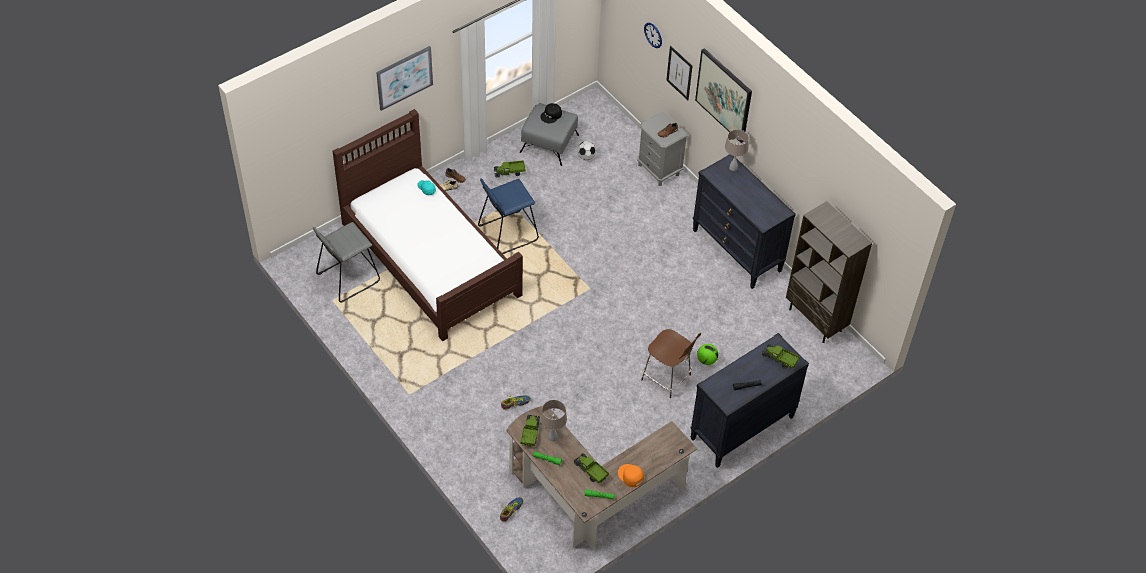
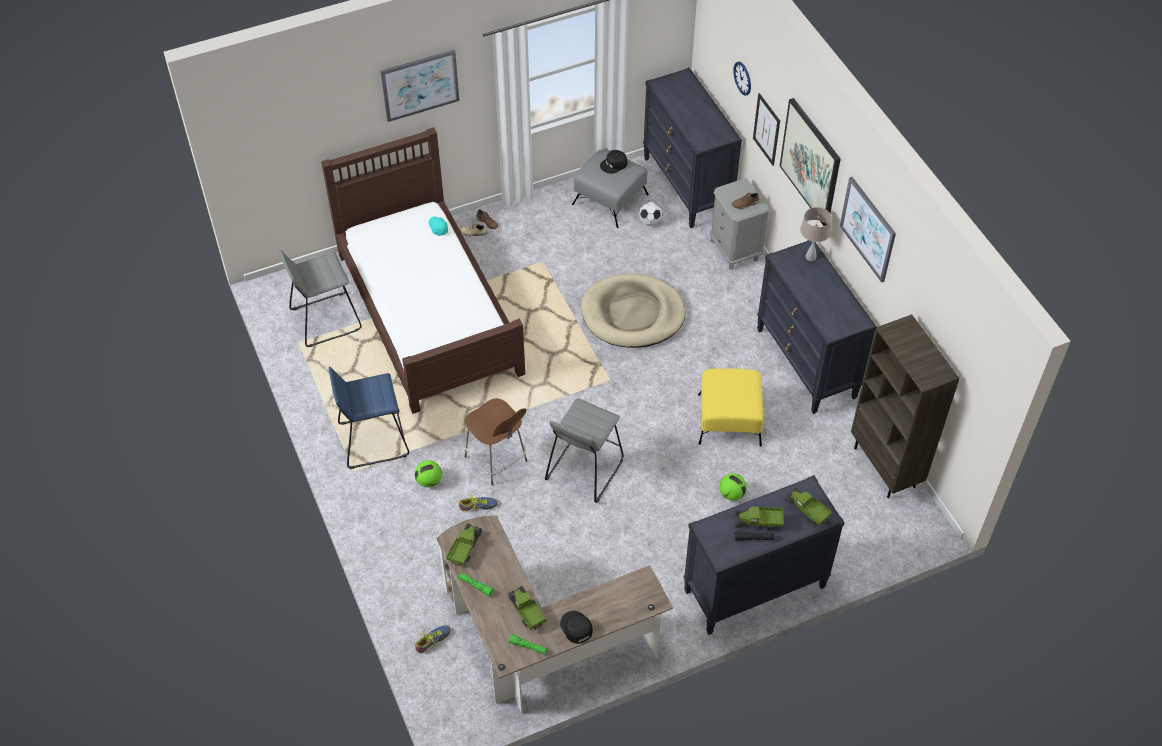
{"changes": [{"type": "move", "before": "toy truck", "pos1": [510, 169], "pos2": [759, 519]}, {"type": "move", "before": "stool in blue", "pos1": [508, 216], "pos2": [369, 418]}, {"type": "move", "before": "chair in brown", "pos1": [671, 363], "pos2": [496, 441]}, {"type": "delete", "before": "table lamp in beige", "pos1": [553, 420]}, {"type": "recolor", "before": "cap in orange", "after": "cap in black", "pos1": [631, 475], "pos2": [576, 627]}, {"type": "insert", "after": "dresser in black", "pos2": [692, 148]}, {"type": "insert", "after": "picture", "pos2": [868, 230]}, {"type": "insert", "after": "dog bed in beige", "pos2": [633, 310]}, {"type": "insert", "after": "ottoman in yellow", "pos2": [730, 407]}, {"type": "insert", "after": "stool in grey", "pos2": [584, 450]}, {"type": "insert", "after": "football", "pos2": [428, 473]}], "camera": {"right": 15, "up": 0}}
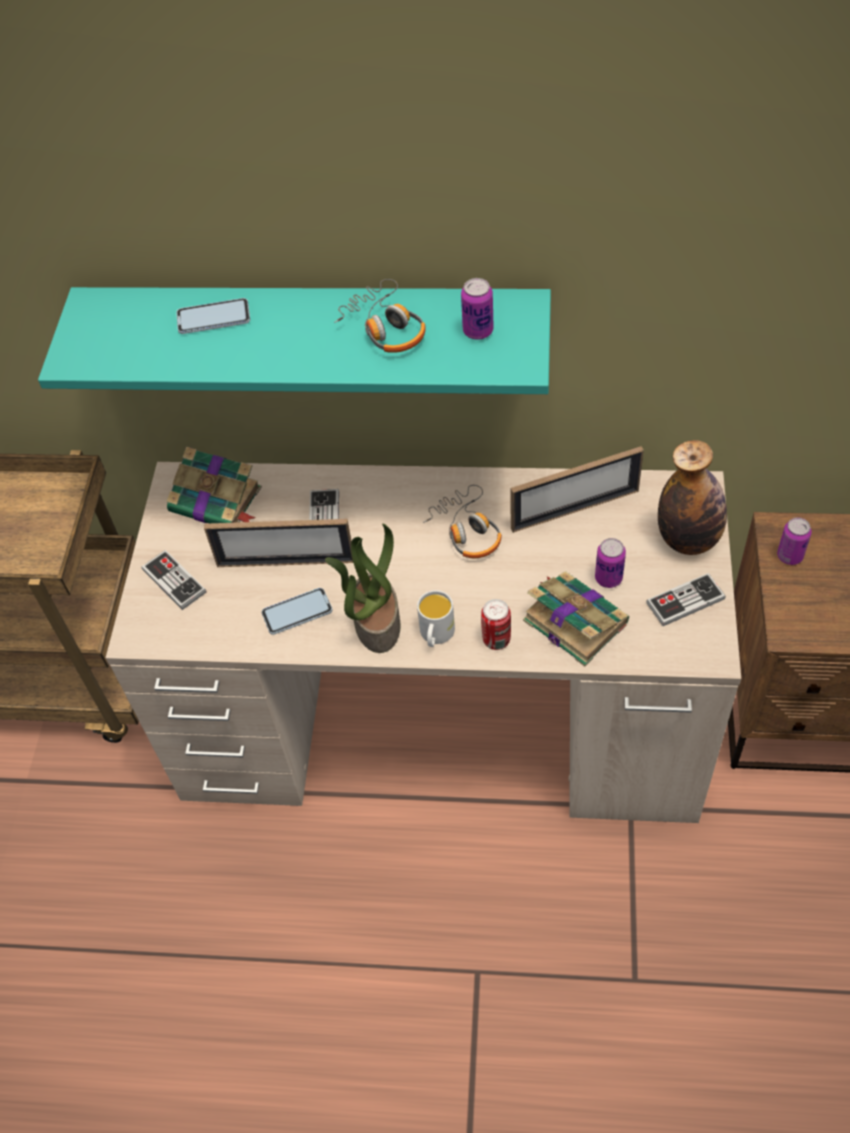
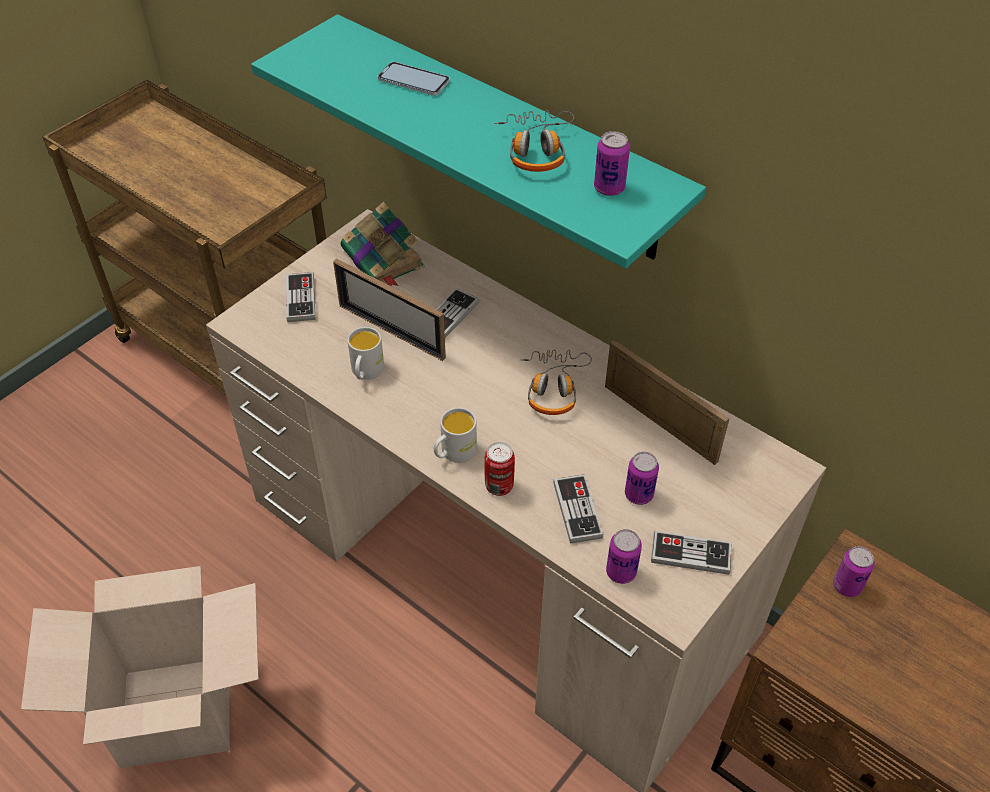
{"changes": [{"type": "delete", "before": "bottle", "pos1": [692, 497]}, {"type": "rotate", "before": "picture frame", "pos1": [577, 489], "pos2": [667, 402], "turn": -150}, {"type": "delete", "before": "potted plant", "pos1": [362, 588]}, {"type": "replace", "before": "book", "after": "game controller", "pos1": [576, 618], "pos2": [578, 509]}, {"type": "replace", "before": "phone", "after": "mug in white", "pos1": [297, 611], "pos2": [365, 353]}, {"type": "insert", "after": "can", "pos2": [624, 556]}, {"type": "insert", "after": "cardboard box", "pos2": [140, 667]}], "camera": {"right": 30, "up": -5}}
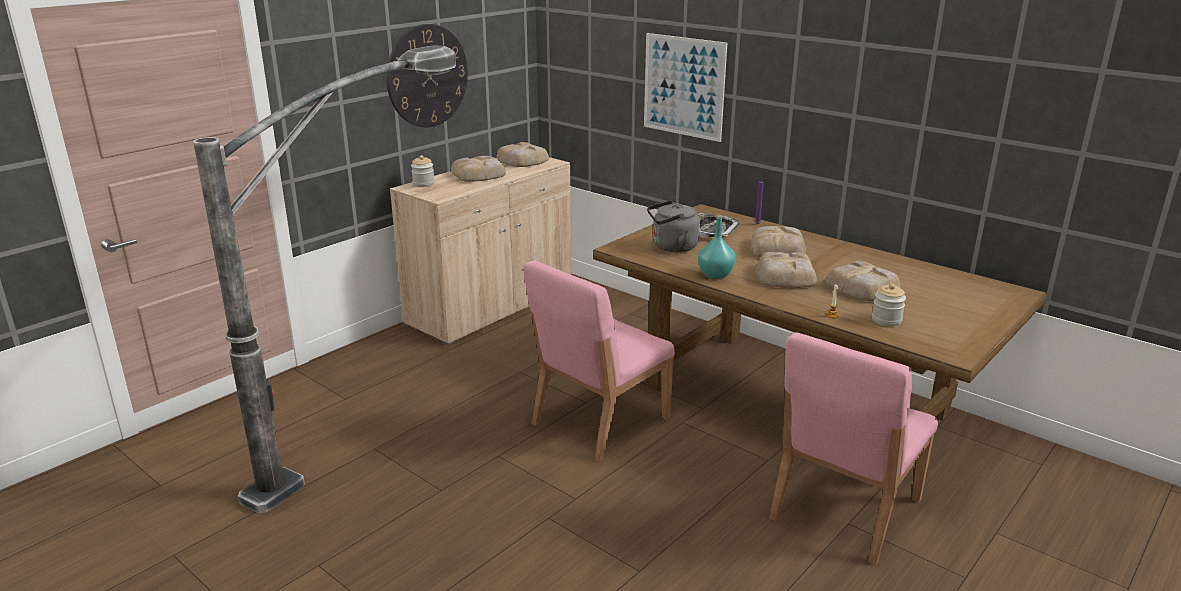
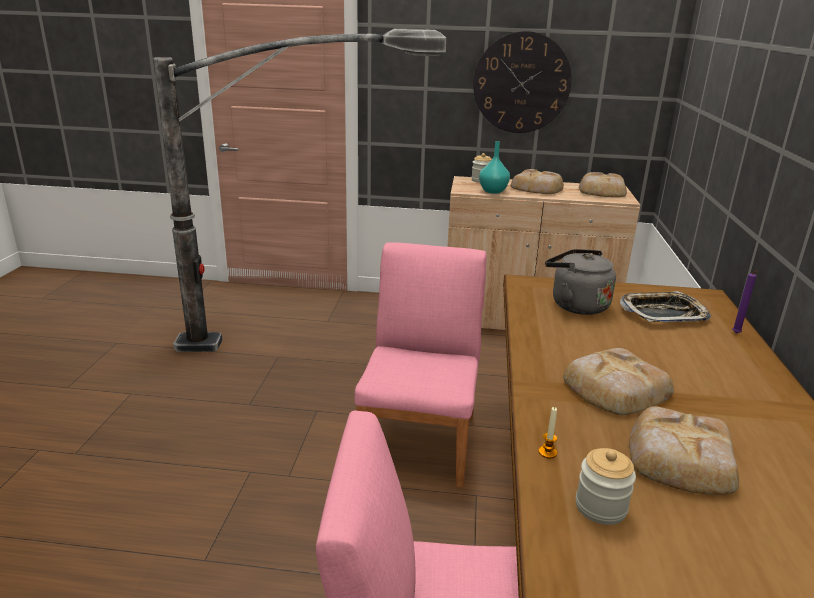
{"changes": [{"type": "delete", "before": "picture", "pos1": [685, 87]}, {"type": "move", "before": "vase in turquoise", "pos1": [717, 248], "pos2": [494, 167]}, {"type": "delete", "before": "bread", "pos1": [778, 241]}, {"type": "rotate", "before": "chair in pink", "pos1": [599, 361], "pos2": [421, 365], "turn": 90}], "camera": {"right": 55, "up": 0}}
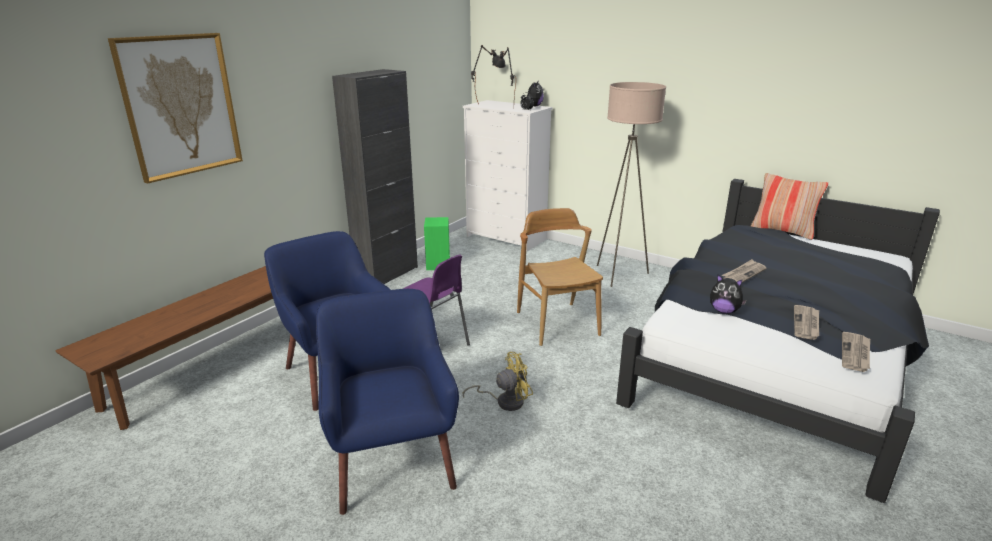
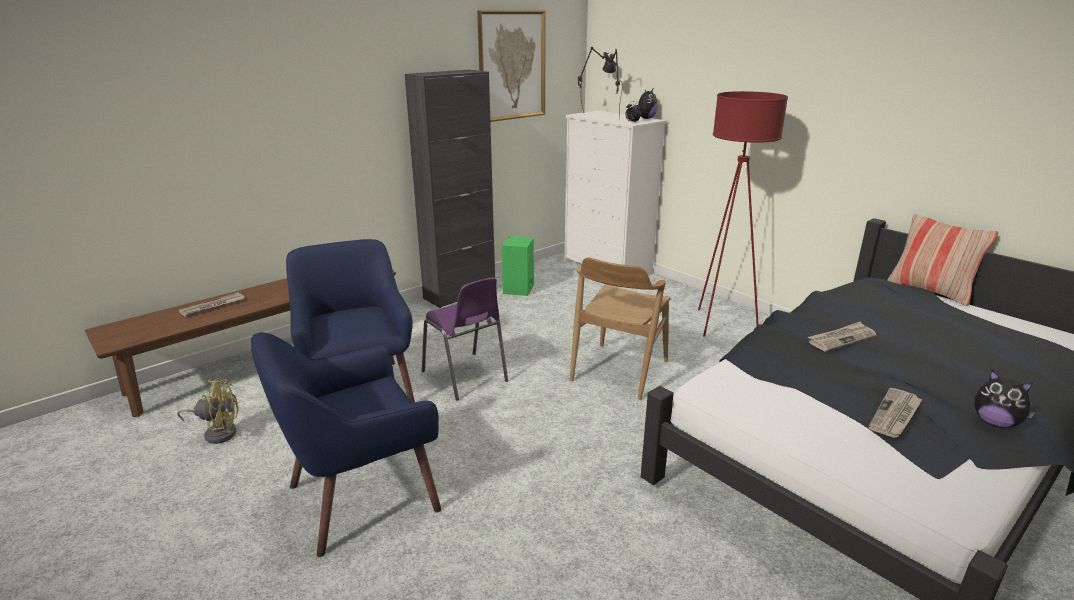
{"changes": [{"type": "move", "before": "picture", "pos1": [175, 108], "pos2": [511, 66]}, {"type": "recolor", "before": "floor lamp in beige", "after": "floor lamp in red", "pos1": [631, 184], "pos2": [743, 213]}, {"type": "rotate", "before": "chair in brown", "pos1": [560, 277], "pos2": [620, 329], "turn": -150}, {"type": "move", "before": "plush toy", "pos1": [728, 294], "pos2": [1005, 399]}, {"type": "rotate", "before": "armchair in blue", "pos1": [387, 402], "pos2": [346, 444], "turn": -120}, {"type": "move", "before": "newspaper", "pos1": [856, 352], "pos2": [212, 304]}, {"type": "move", "before": "fan in yellow", "pos1": [497, 381], "pos2": [207, 411]}], "camera": {"right": 15, "up": 0}}
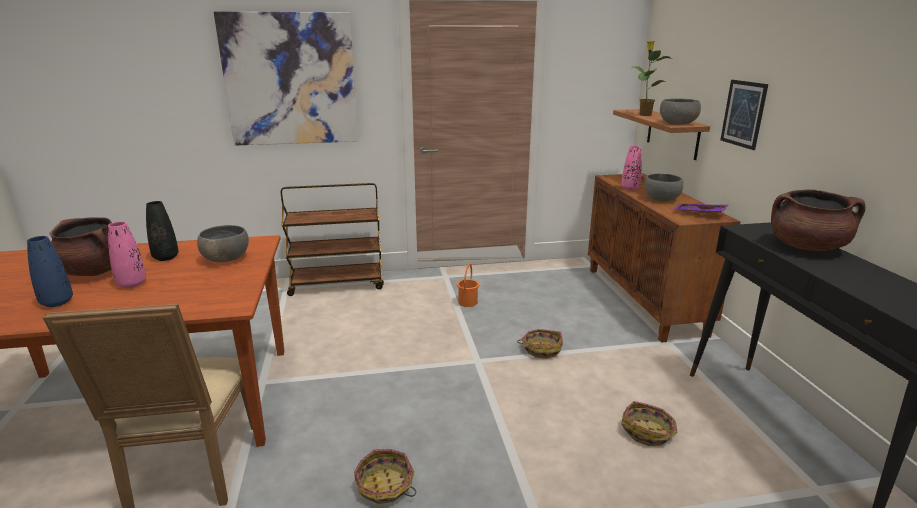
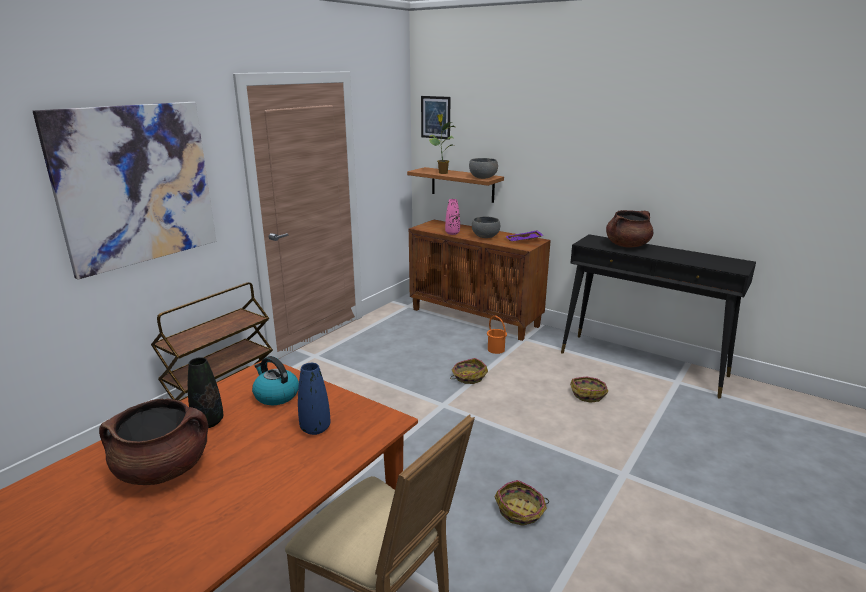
{"changes": [{"type": "move", "before": "picture", "pos1": [744, 115], "pos2": [435, 118]}, {"type": "delete", "before": "vase in pink", "pos1": [127, 255]}, {"type": "replace", "before": "bowl in grey", "after": "kettle", "pos1": [223, 243], "pos2": [275, 380]}, {"type": "move", "before": "vase in blue", "pos1": [50, 271], "pos2": [314, 399]}, {"type": "move", "before": "bucket in orange", "pos1": [468, 285], "pos2": [497, 335]}], "camera": {"right": -45, "up": 0}}
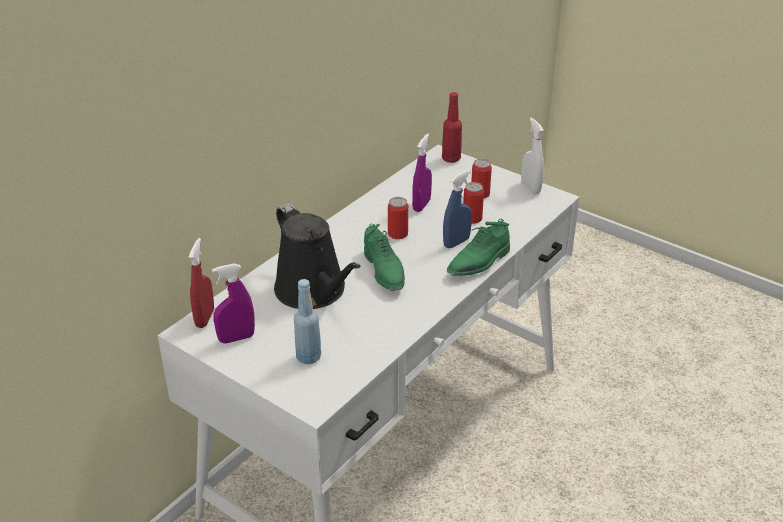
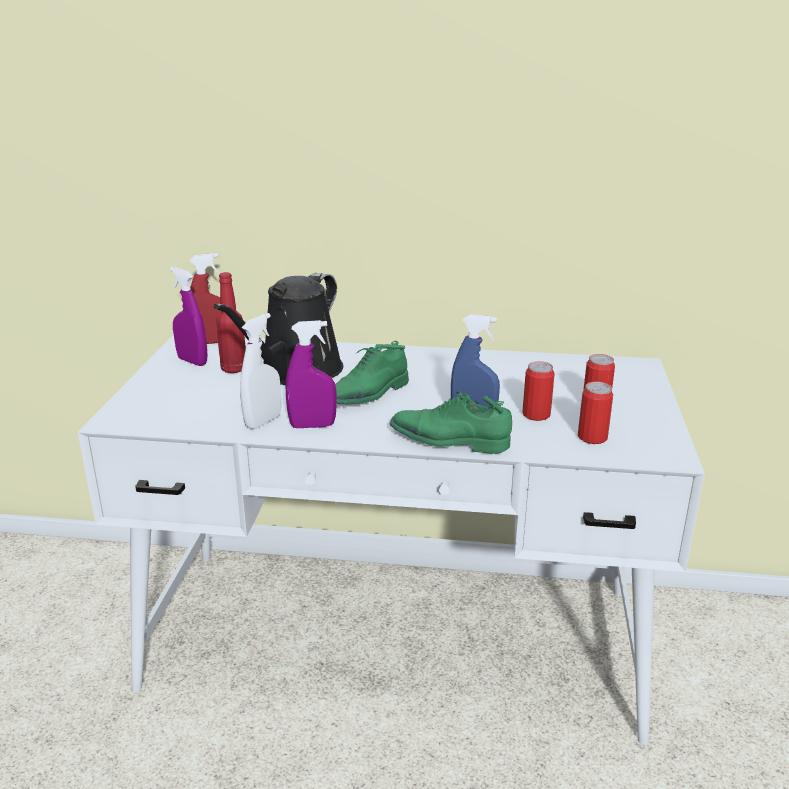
{"changes": [{"type": "move", "before": "bottle in red", "pos1": [452, 127], "pos2": [231, 322]}, {"type": "move", "before": "spray bottle in white", "pos1": [532, 156], "pos2": [260, 371]}, {"type": "move", "before": "spray bottle in purple", "pos1": [422, 172], "pos2": [311, 374]}, {"type": "move", "before": "can", "pos1": [398, 218], "pos2": [595, 413]}, {"type": "delete", "before": "bottle in blue", "pos1": [307, 321]}], "camera": {"right": 60, "up": -10}}
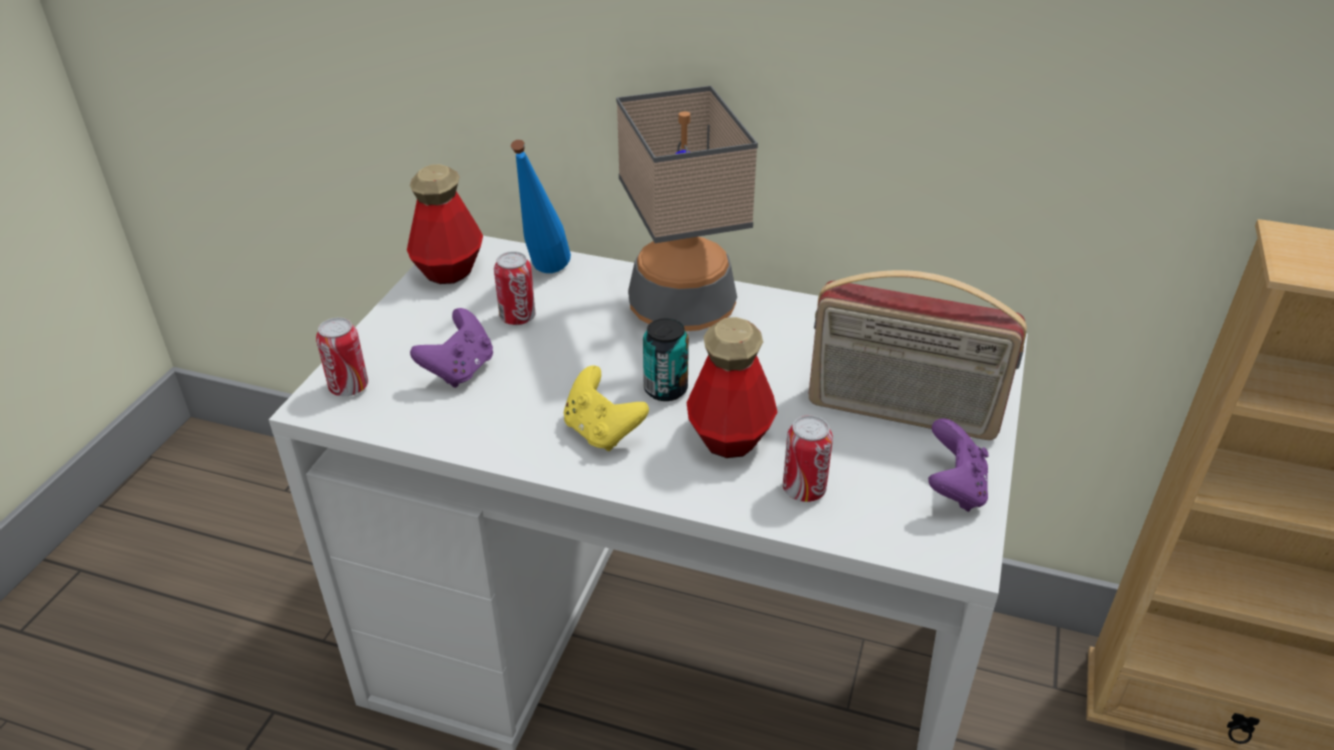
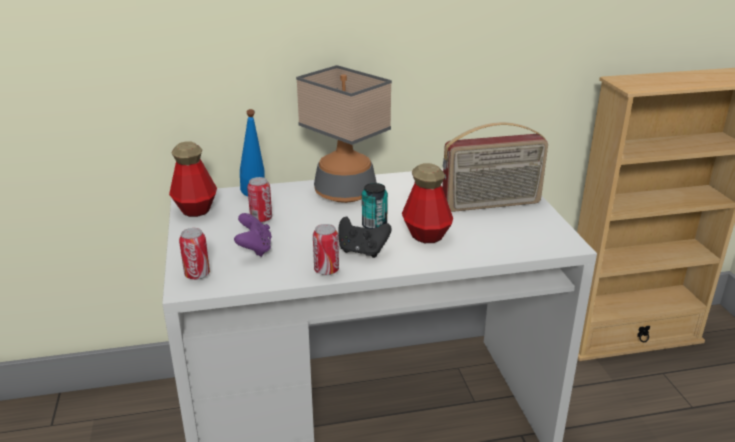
{"changes": [{"type": "recolor", "before": "game controller in yellow", "after": "game controller in black", "pos1": [606, 408], "pos2": [365, 237]}, {"type": "move", "before": "can", "pos1": [808, 458], "pos2": [326, 249]}, {"type": "delete", "before": "game controller in purple", "pos1": [958, 465]}], "camera": {"right": -30, "up": -10}}
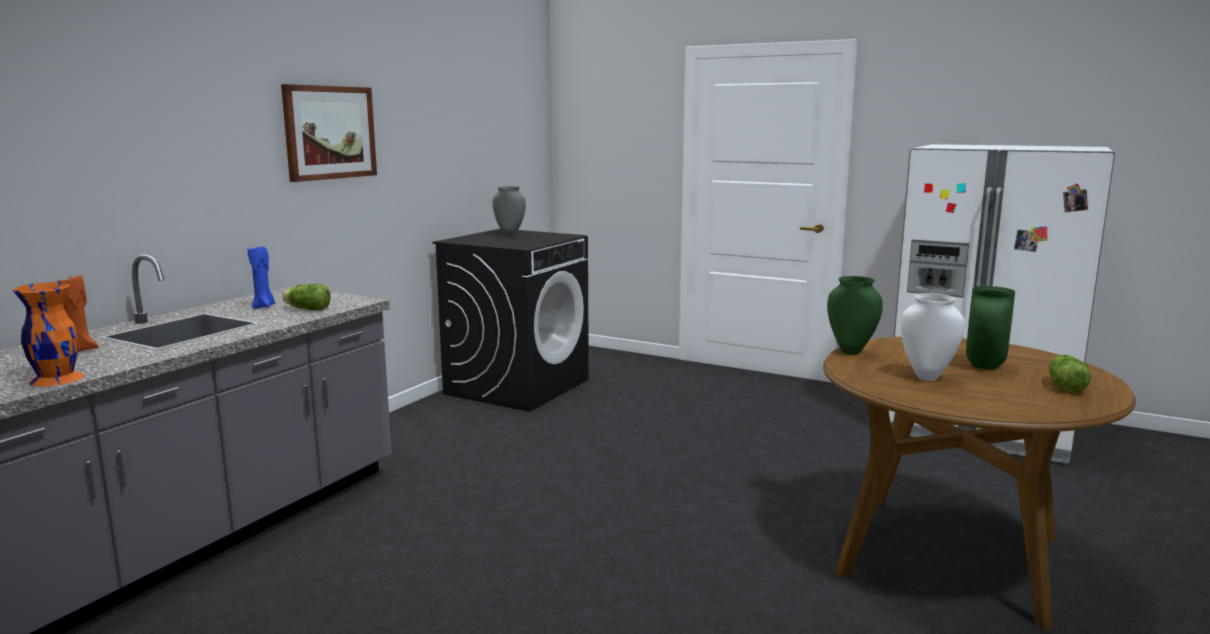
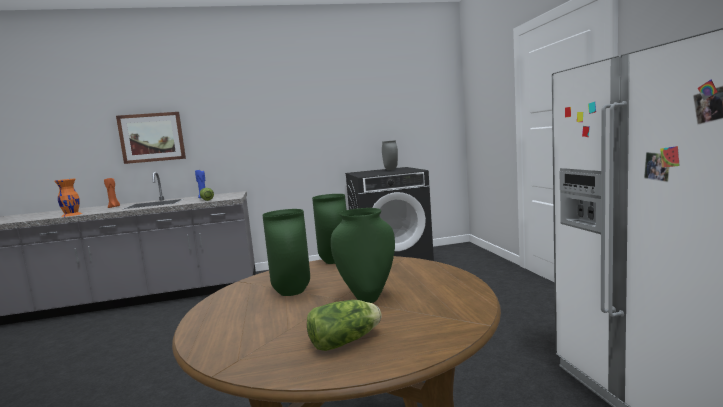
{"changes": [{"type": "move", "before": "picture", "pos1": [329, 133], "pos2": [151, 138]}, {"type": "recolor", "before": "vase in white", "after": "vase in green", "pos1": [932, 337], "pos2": [286, 252]}], "camera": {"right": 50, "up": -5}}
